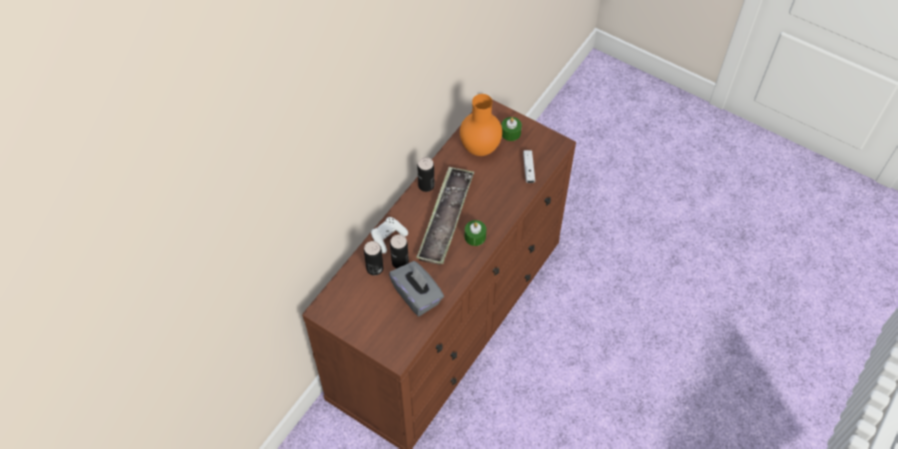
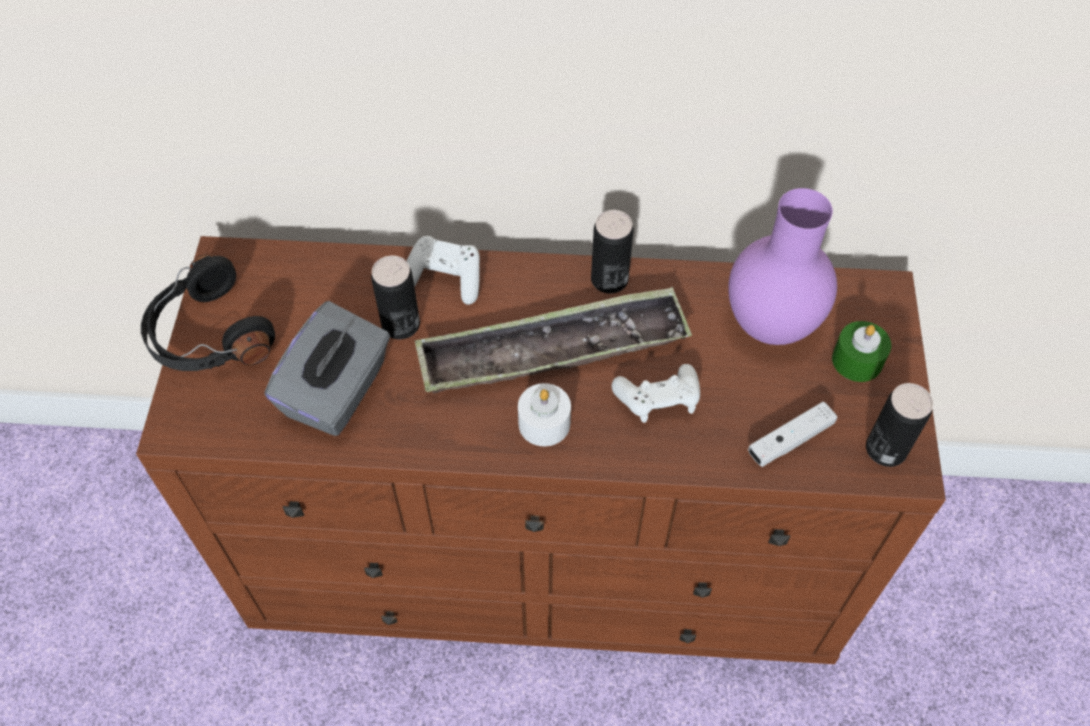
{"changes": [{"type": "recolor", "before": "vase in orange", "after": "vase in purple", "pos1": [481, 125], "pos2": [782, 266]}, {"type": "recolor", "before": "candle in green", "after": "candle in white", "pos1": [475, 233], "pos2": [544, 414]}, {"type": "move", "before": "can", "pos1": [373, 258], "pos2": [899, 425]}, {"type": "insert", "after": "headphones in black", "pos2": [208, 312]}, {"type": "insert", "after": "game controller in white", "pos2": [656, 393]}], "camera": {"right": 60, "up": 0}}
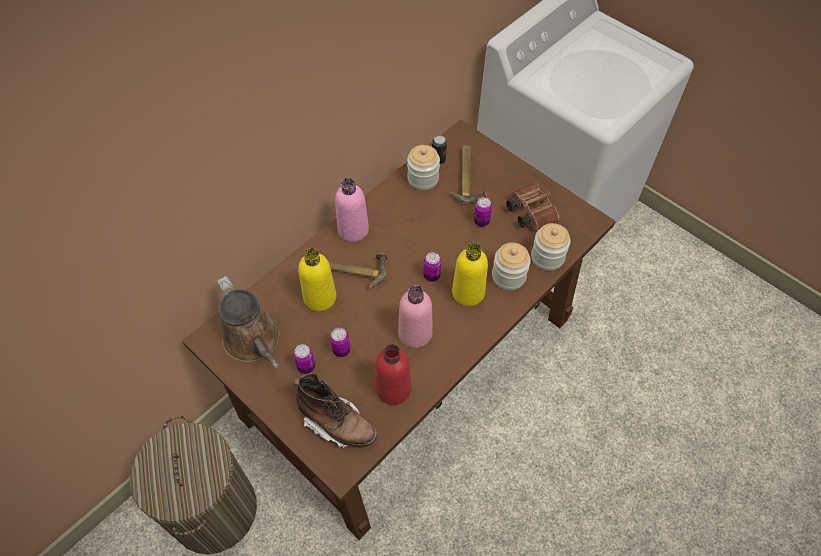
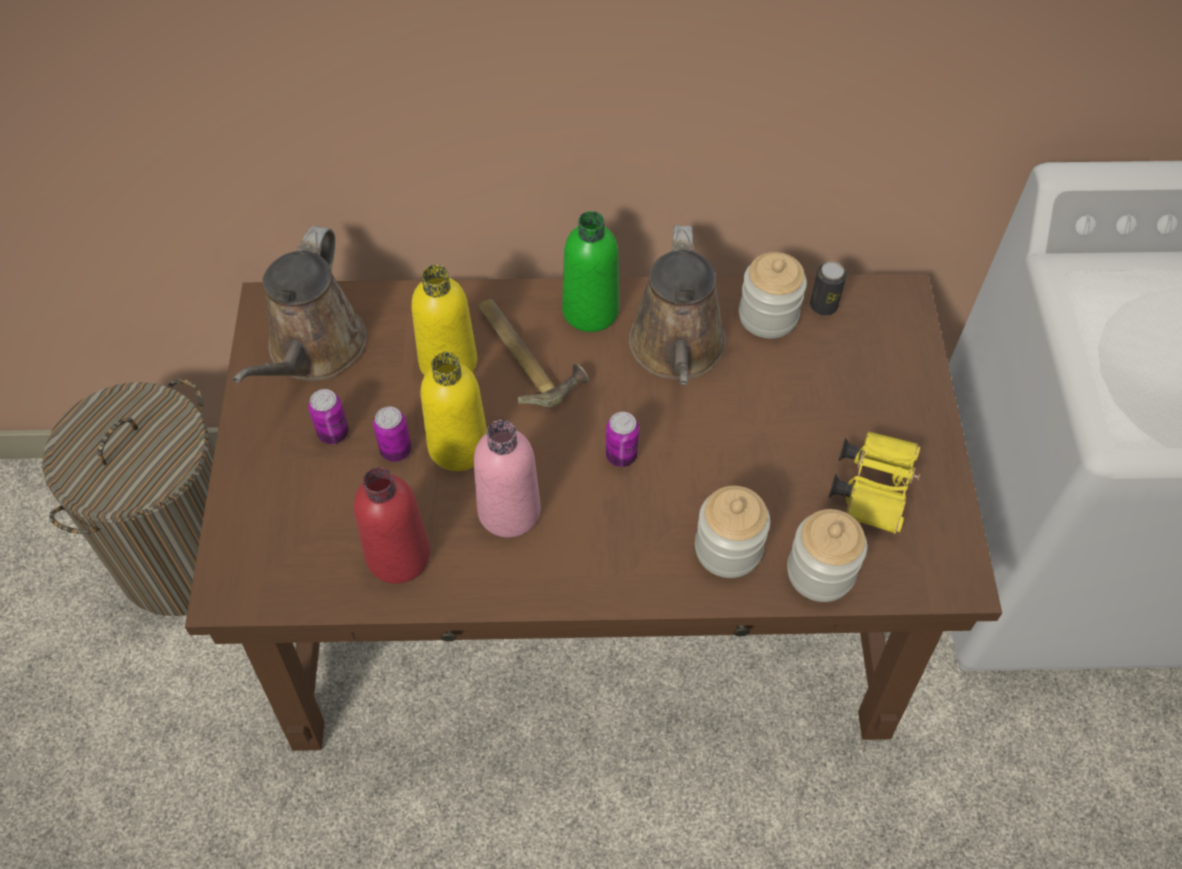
{"changes": [{"type": "delete", "before": "hammer", "pos1": [468, 174]}, {"type": "recolor", "before": "bottle in pink", "after": "bottle in green", "pos1": [352, 210], "pos2": [590, 271]}, {"type": "recolor", "before": "binoculars in brown", "after": "binoculars in yellow", "pos1": [533, 206], "pos2": [874, 482]}, {"type": "delete", "before": "can", "pos1": [483, 212]}, {"type": "move", "before": "bottle in yellow", "pos1": [470, 274], "pos2": [454, 411]}, {"type": "delete", "before": "boot in brown", "pos1": [335, 410]}, {"type": "insert", "after": "watering can in brown", "pos2": [678, 305]}], "camera": {"right": 45, "up": 0}}
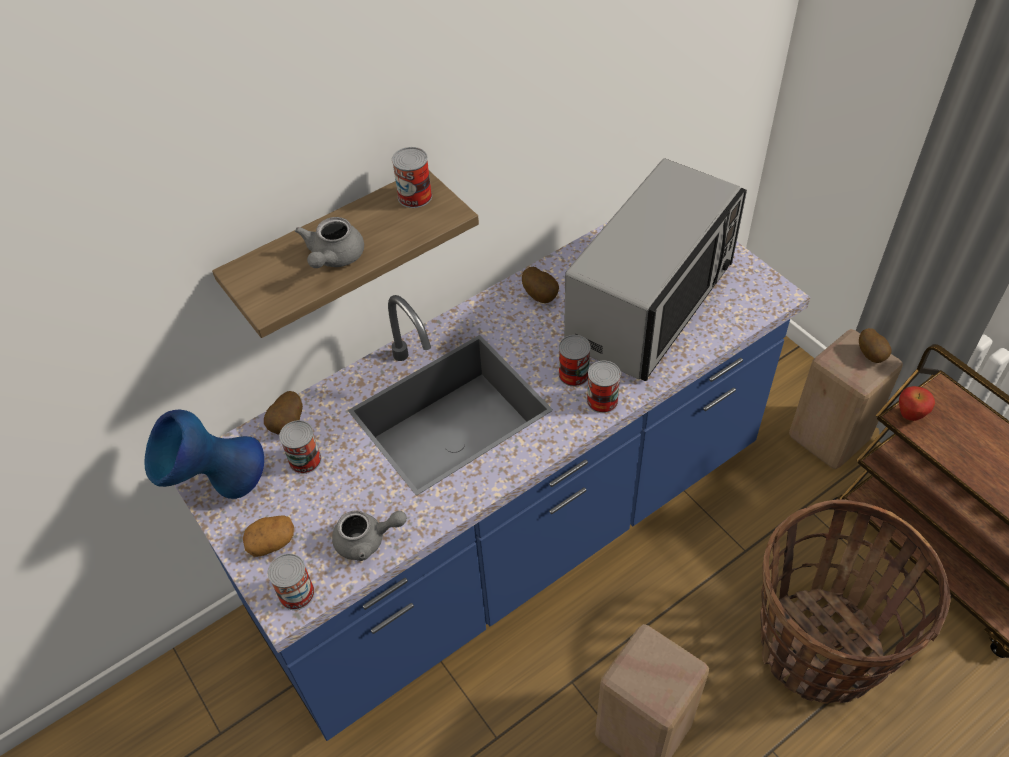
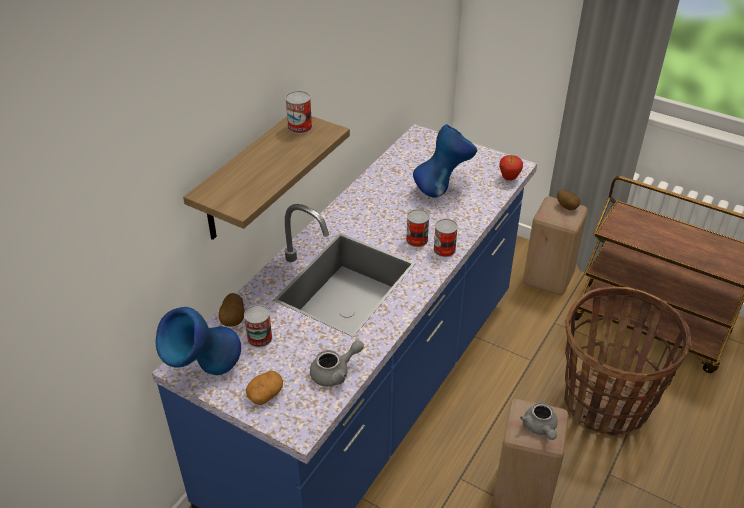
{"changes": [{"type": "replace", "before": "microwave", "after": "vase in blue", "pos1": [655, 269], "pos2": [445, 160]}, {"type": "move", "before": "teapot in grey", "pos1": [329, 242], "pos2": [539, 421]}, {"type": "delete", "before": "potato", "pos1": [540, 285]}, {"type": "move", "before": "apple", "pos1": [917, 403], "pos2": [511, 168]}, {"type": "delete", "before": "can", "pos1": [291, 581]}], "camera": {"right": -25, "up": -10}}
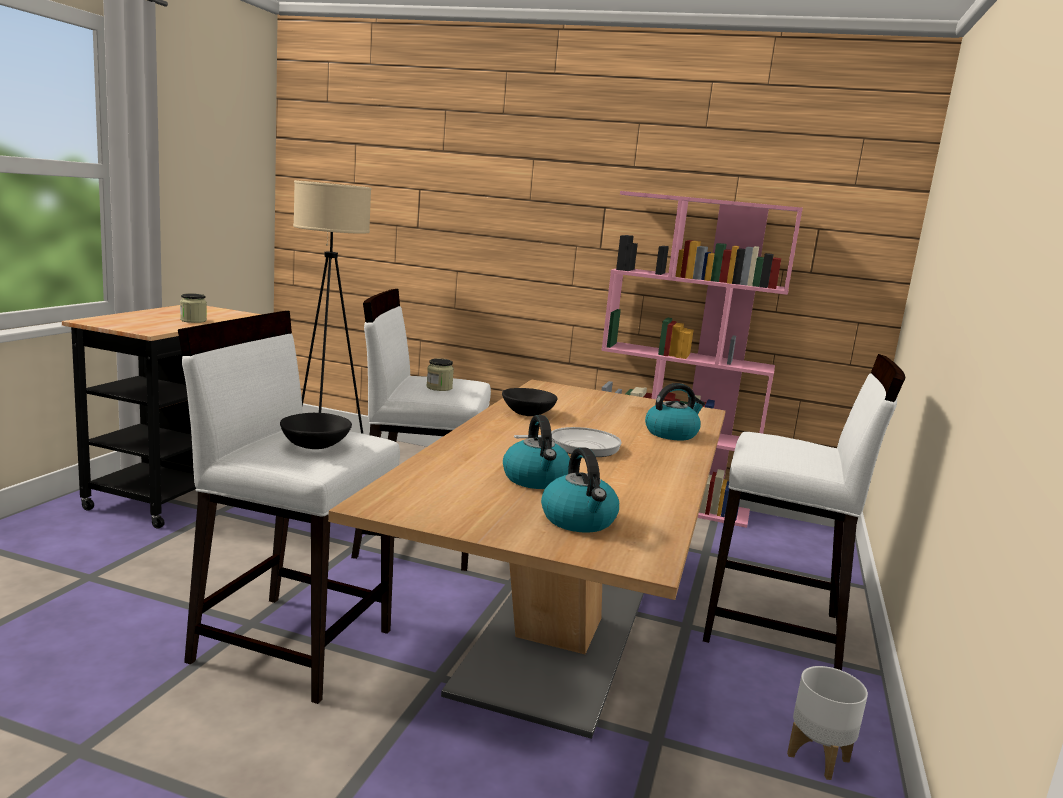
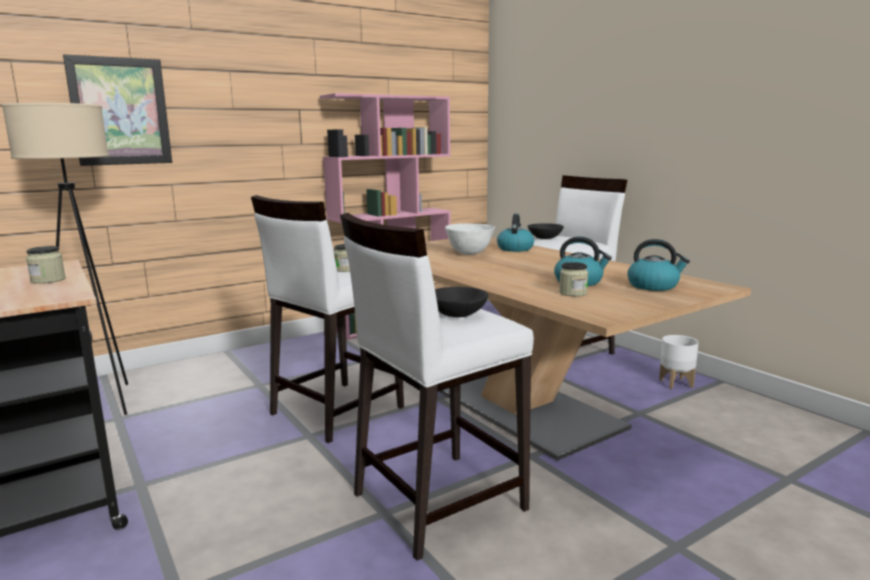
{"changes": [{"type": "move", "before": "bowl in black", "pos1": [530, 402], "pos2": [545, 231]}, {"type": "delete", "before": "frying pan", "pos1": [568, 442]}, {"type": "insert", "after": "picture", "pos2": [117, 110]}, {"type": "insert", "after": "bowl in white", "pos2": [470, 239]}, {"type": "insert", "after": "jar", "pos2": [573, 279]}], "camera": {"right": -50, "up": 0}}
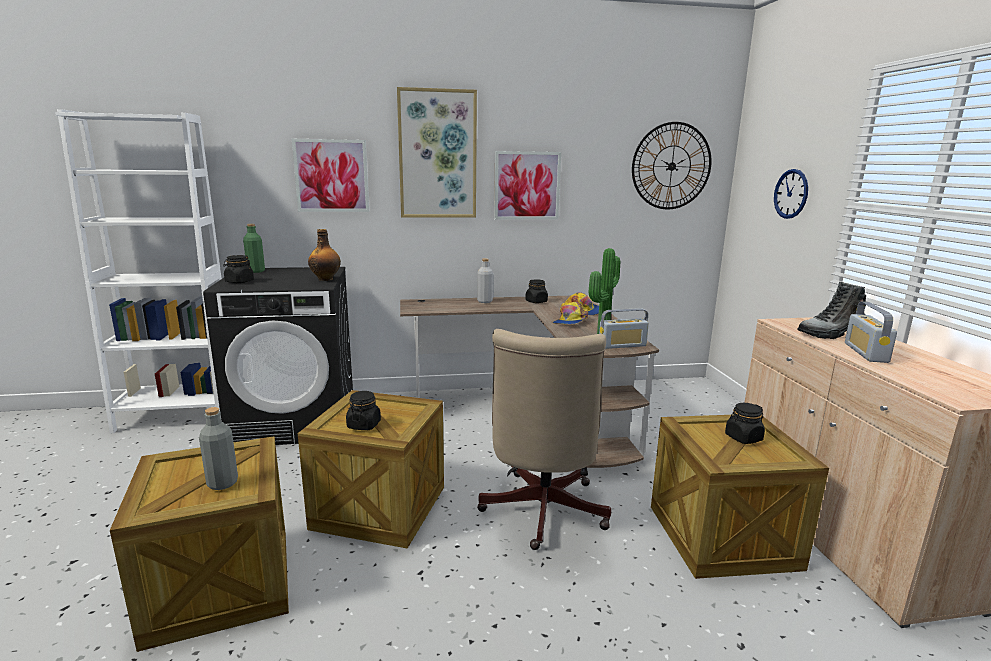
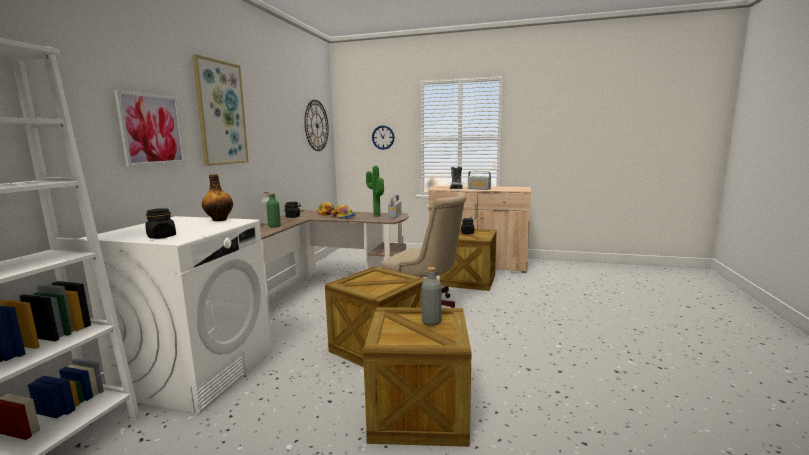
{"changes": [{"type": "delete", "before": "picture", "pos1": [527, 185]}, {"type": "move", "before": "bottle in green", "pos1": [254, 248], "pos2": [273, 210]}, {"type": "recolor", "before": "washing machine in black", "after": "washing machine in white", "pos1": [278, 356], "pos2": [175, 315]}, {"type": "delete", "before": "jar in black", "pos1": [363, 410]}], "camera": {"right": -65, "up": -5}}
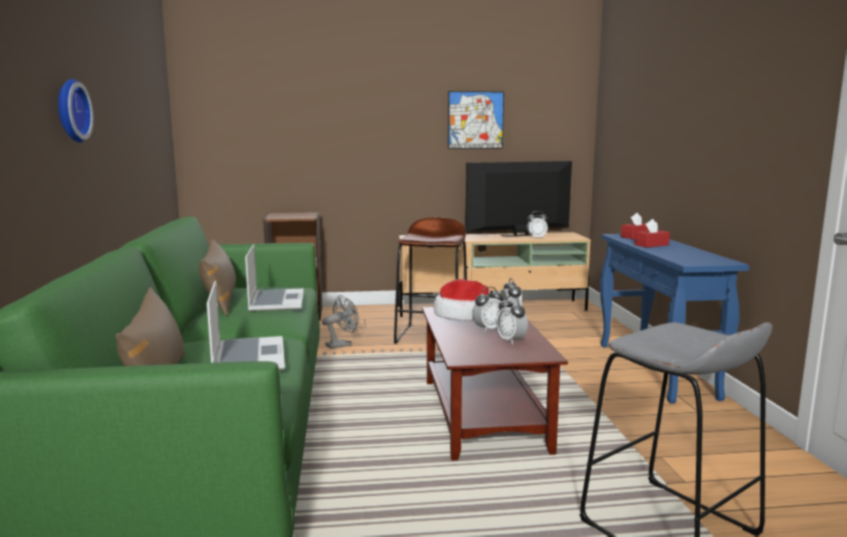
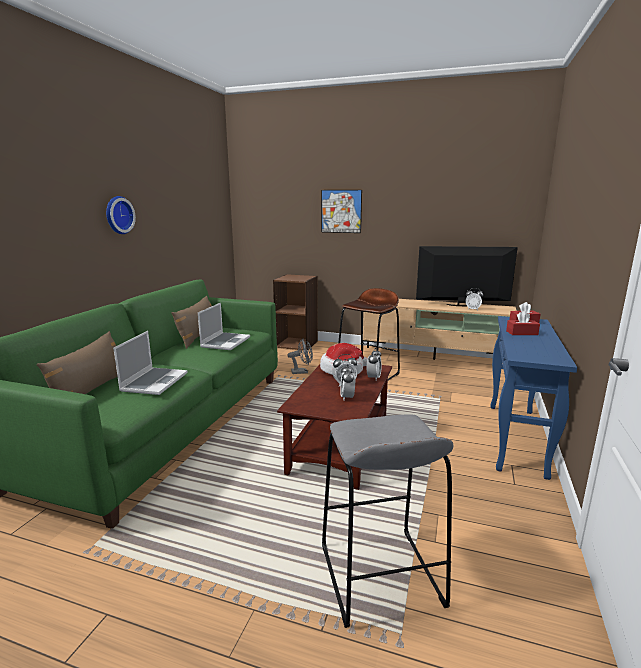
{"changes": [{"type": "move", "before": "picture", "pos1": [476, 120], "pos2": [341, 211]}], "camera": {"right": 25, "up": 5}}
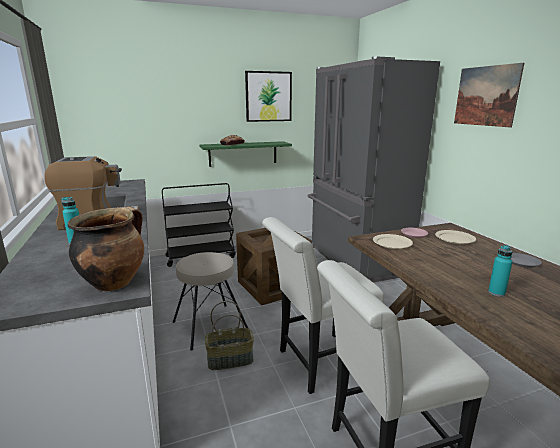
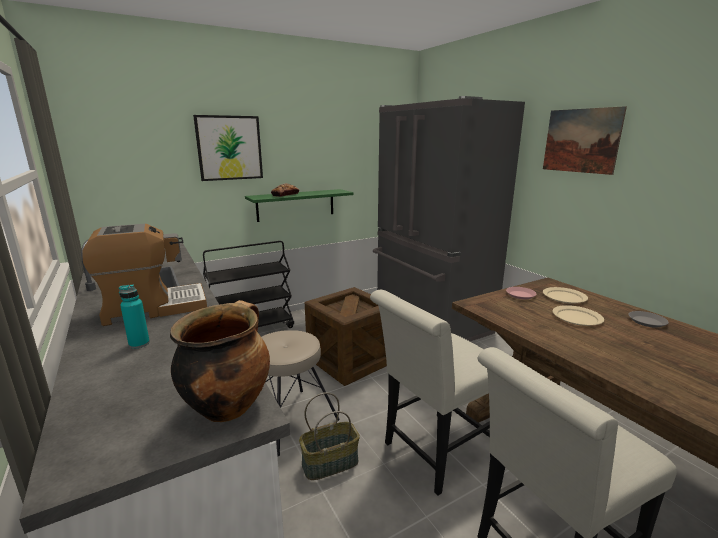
{"changes": [{"type": "move", "before": "picture", "pos1": [268, 96], "pos2": [228, 148]}, {"type": "move", "before": "plate in beige", "pos1": [393, 241], "pos2": [578, 315]}, {"type": "delete", "before": "bottle in turquoise", "pos1": [500, 271]}], "camera": {"right": -10, "up": 0}}
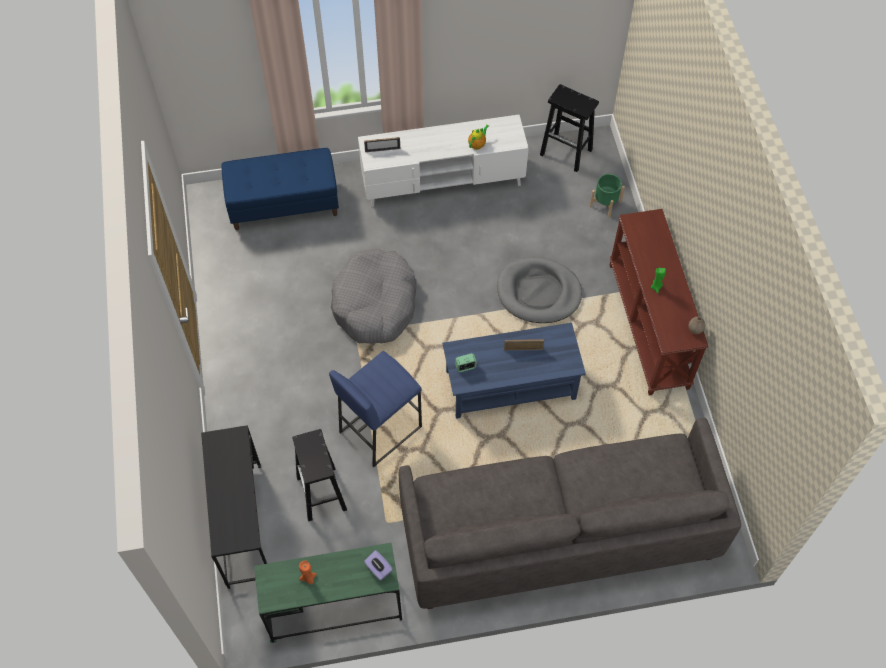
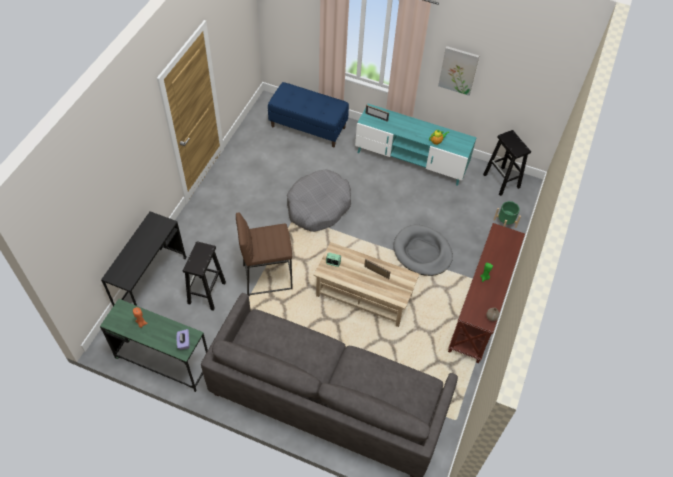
{"changes": [{"type": "recolor", "before": "tv stand in white", "after": "tv stand in turquoise", "pos1": [443, 161], "pos2": [416, 145]}, {"type": "recolor", "before": "coffee table in blue", "after": "coffee table in beige", "pos1": [514, 371], "pos2": [366, 284]}, {"type": "recolor", "before": "stool in blue", "after": "stool in brown", "pos1": [375, 409], "pos2": [264, 254]}, {"type": "insert", "after": "picture", "pos2": [458, 70]}], "camera": {"right": 30, "up": -5}}
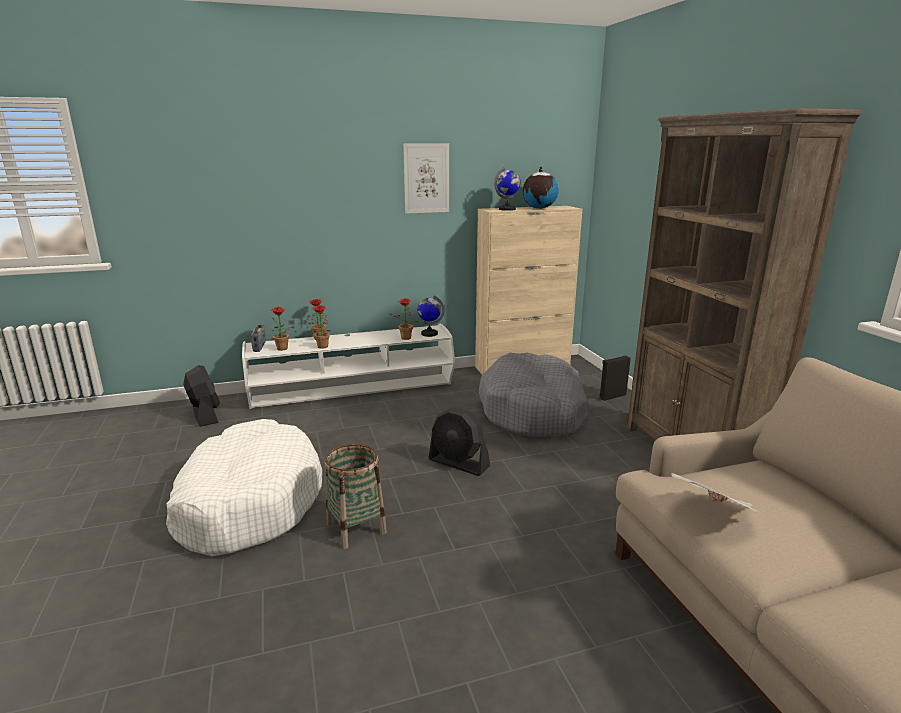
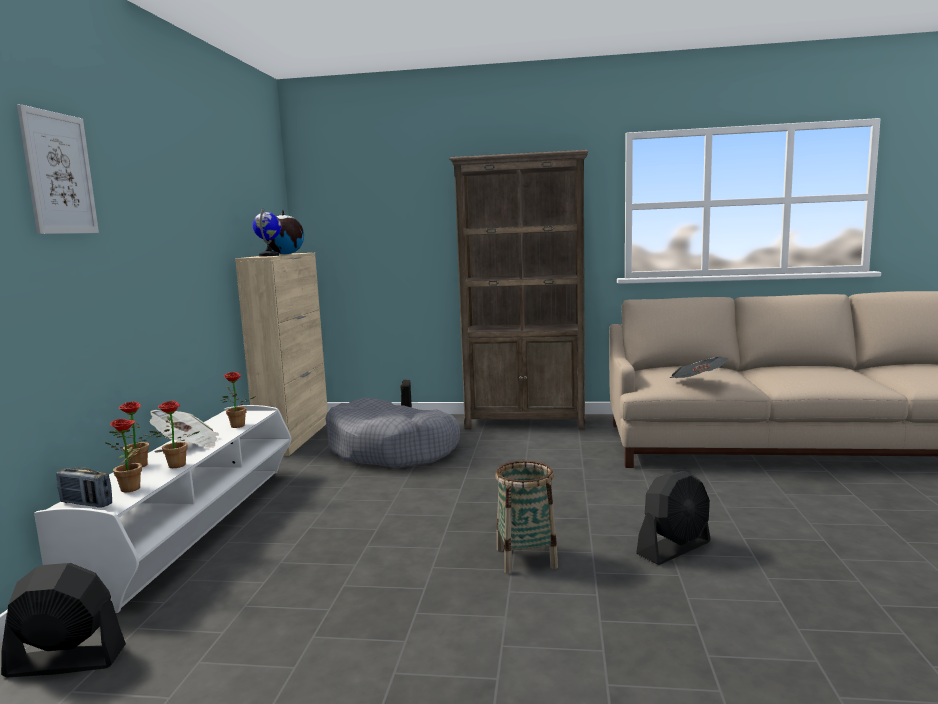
{"changes": [{"type": "move", "before": "picture", "pos1": [426, 178], "pos2": [58, 169]}, {"type": "delete", "before": "globe", "pos1": [431, 316]}, {"type": "move", "before": "fan in black", "pos1": [459, 442], "pos2": [673, 518]}, {"type": "delete", "before": "dog bed in white", "pos1": [244, 487]}, {"type": "insert", "after": "newspaper", "pos2": [184, 429]}], "camera": {"right": -65, "up": -10}}
